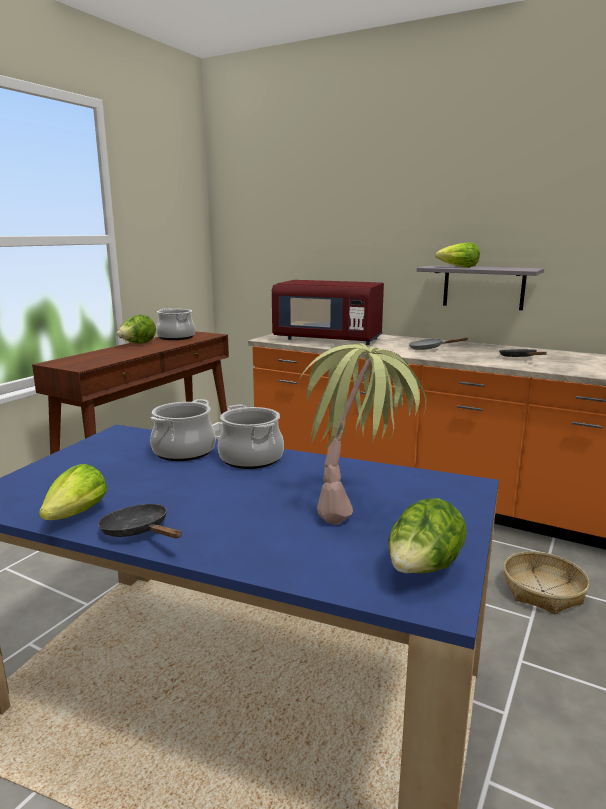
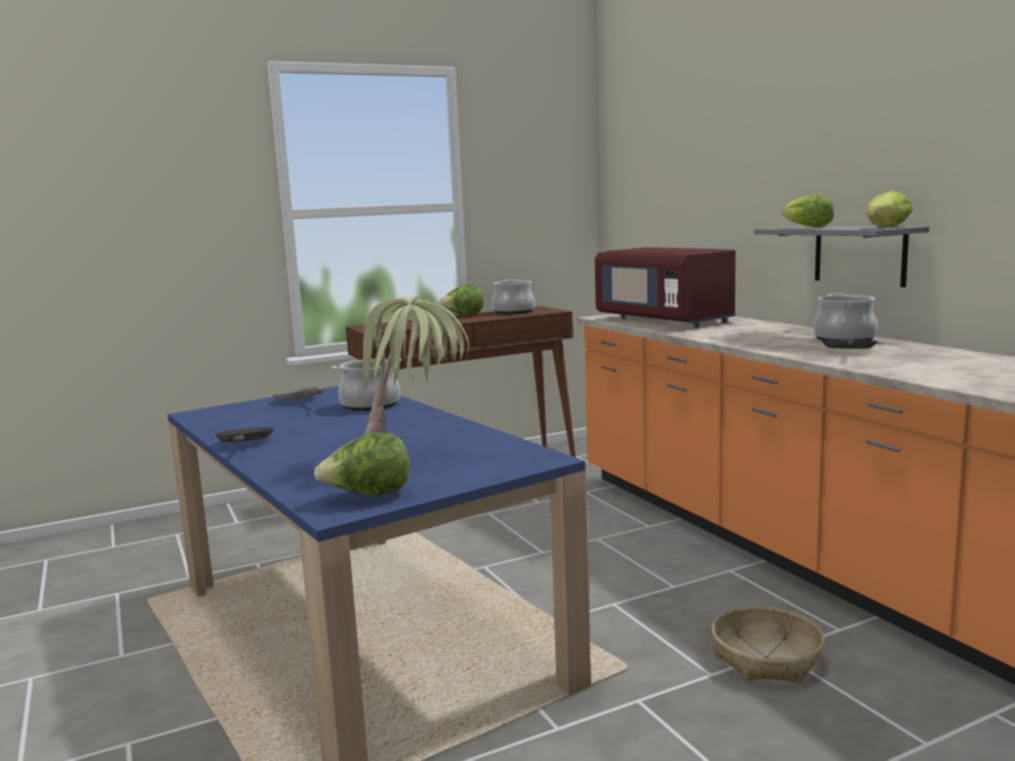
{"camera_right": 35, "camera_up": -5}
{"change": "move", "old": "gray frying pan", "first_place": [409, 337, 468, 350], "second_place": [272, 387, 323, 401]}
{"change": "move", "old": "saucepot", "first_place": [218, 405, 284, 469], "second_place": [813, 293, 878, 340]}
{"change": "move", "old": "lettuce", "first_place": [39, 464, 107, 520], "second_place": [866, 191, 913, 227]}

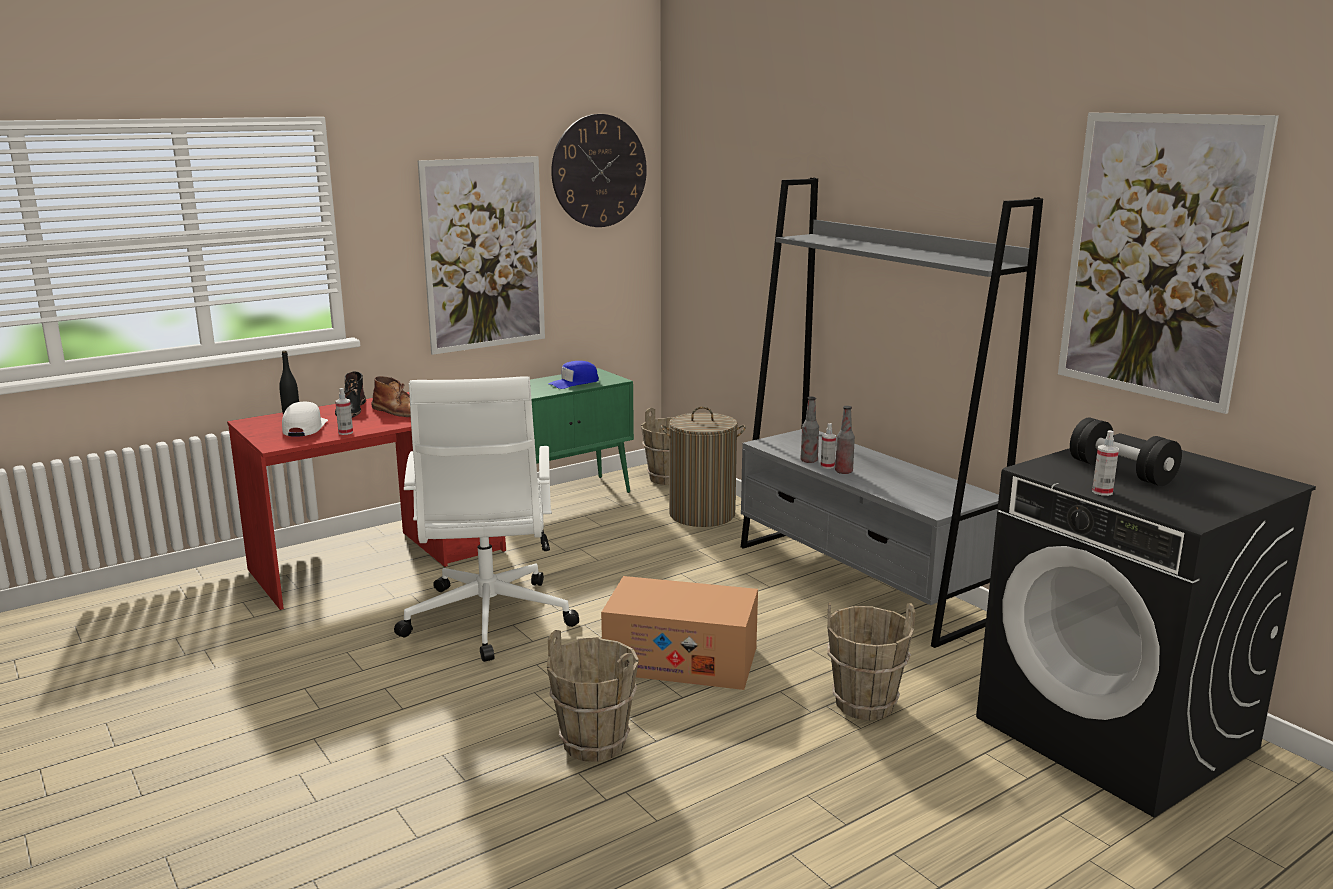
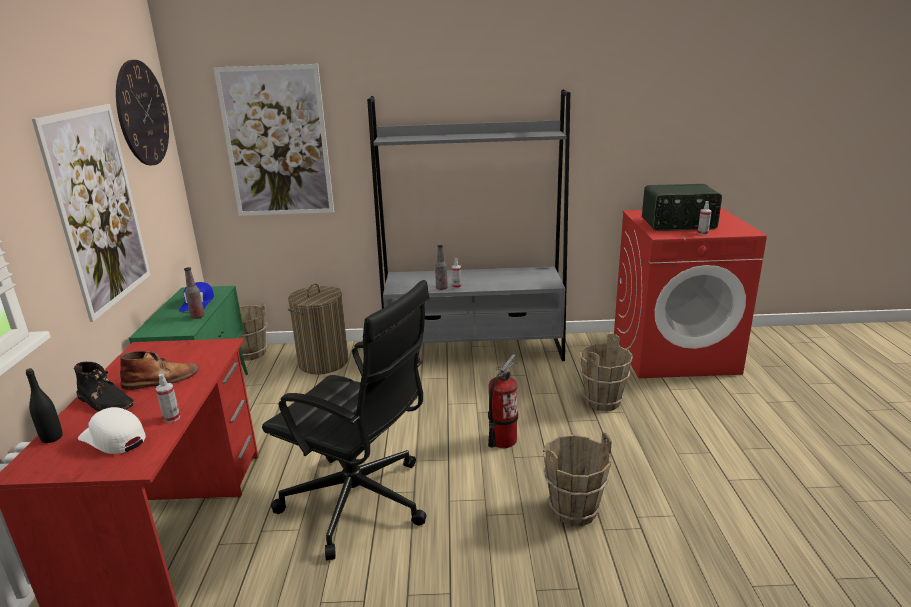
{"camera_right": -55, "camera_up": 5}
{"change": "move", "old": "wall picture", "first_place": [1058, 113, 1279, 414], "second_place": [213, 64, 334, 216]}
{"change": "recolor", "old": "whitish desk chair", "new": "black-coloured desk chair", "first_place": [394, 376, 579, 662], "second_place": [262, 280, 430, 560]}
{"change": "move", "old": "bottle", "first_place": [835, 406, 855, 474], "second_place": [184, 267, 205, 319]}
{"change": "replace", "old": "black-coloured free weight", "new": "radio receiver", "first_place": [1070, 418, 1182, 486], "second_place": [642, 184, 722, 231]}
{"change": "recolor", "old": "black-coloured laundry machine", "new": "red-coloured laundry machine", "first_place": [976, 433, 1316, 817], "second_place": [614, 208, 767, 378]}
{"change": "replace", "old": "cardboard box", "new": "fire-fighting cylinder", "first_place": [601, 576, 758, 690], "second_place": [488, 354, 518, 448]}

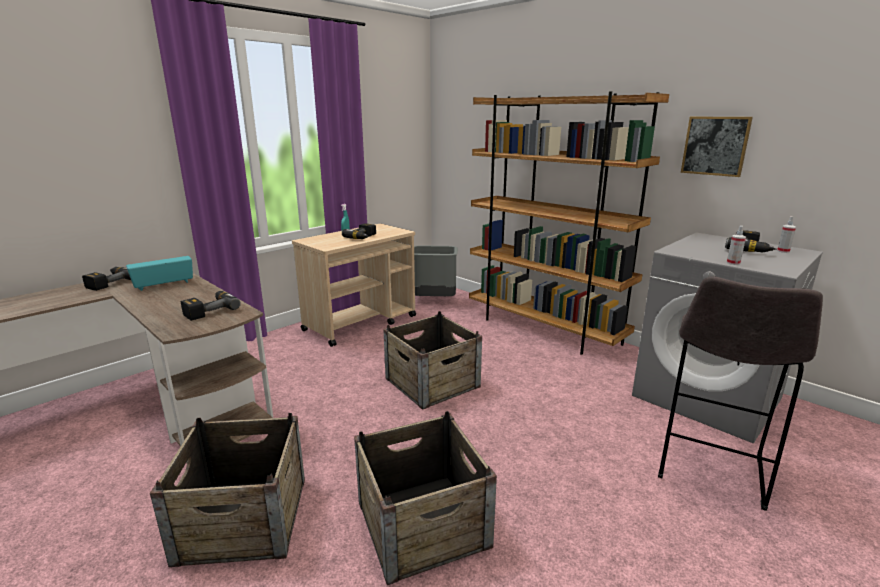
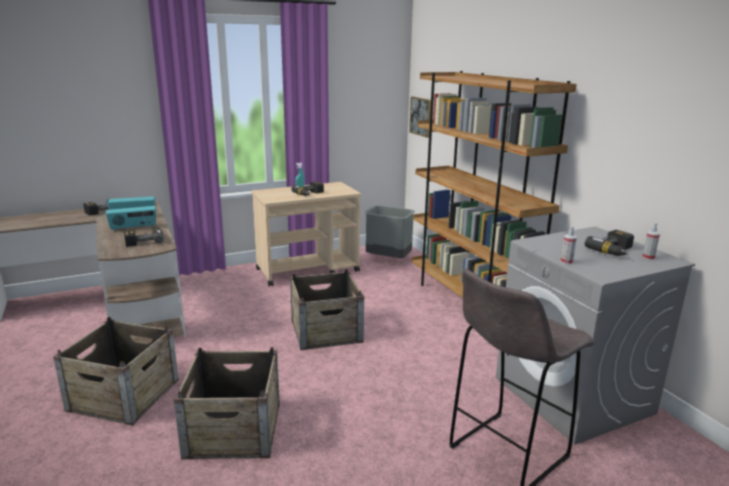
{"camera_right": 20, "camera_up": 0}
{"change": "move", "old": "wall picture", "first_place": [681, 117, 753, 177], "second_place": [409, 97, 431, 138]}
{"change": "insert", "new": "radio receiver", "second_place": [106, 206, 156, 232]}

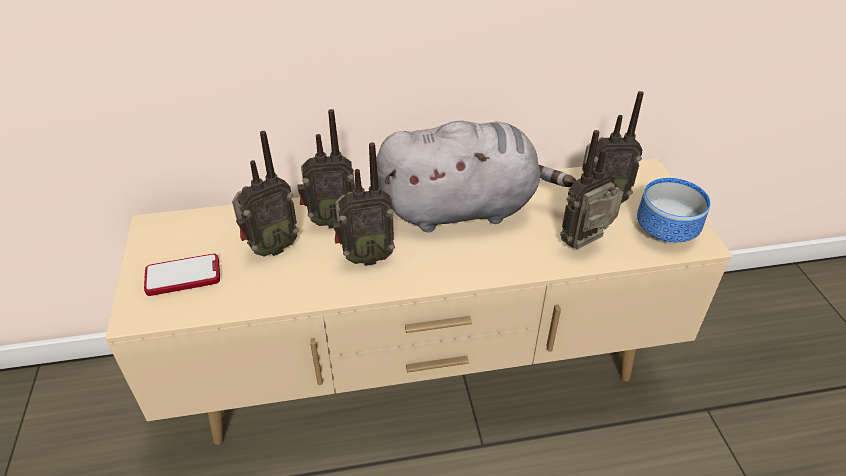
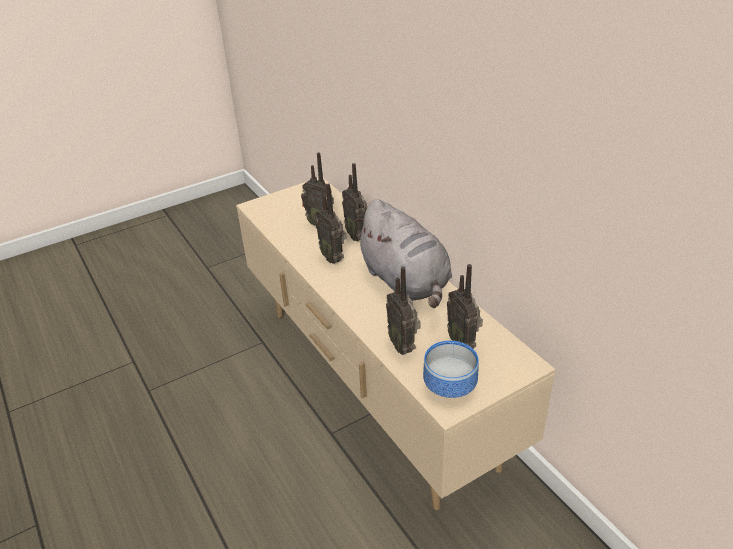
{"camera_right": 70, "camera_up": -5}
{"change": "rotate", "old": "radio receiver", "first_place": [560, 130, 624, 249], "second_place": [386, 266, 421, 355], "degrees": -150}
{"change": "delete", "old": "telephone", "first_place": [144, 254, 220, 296]}

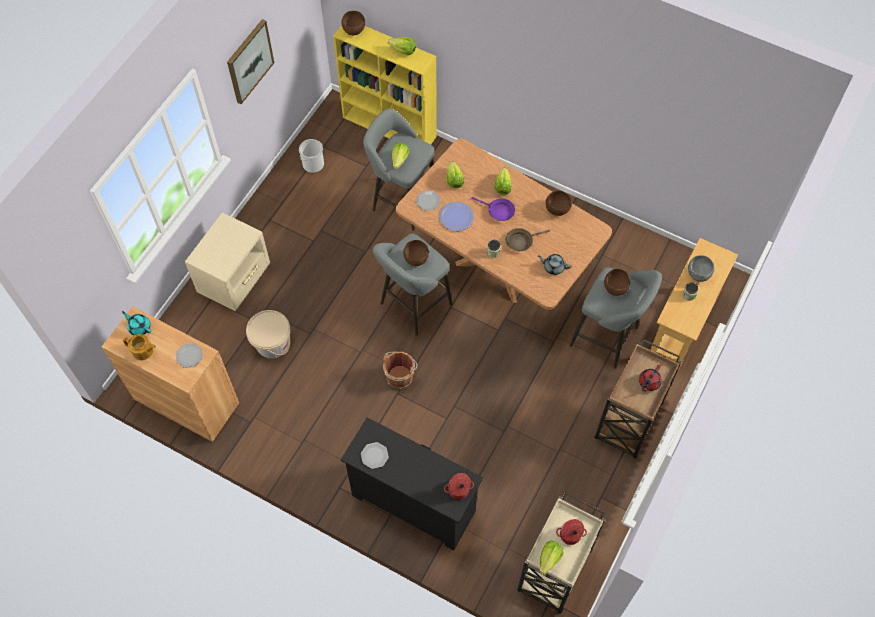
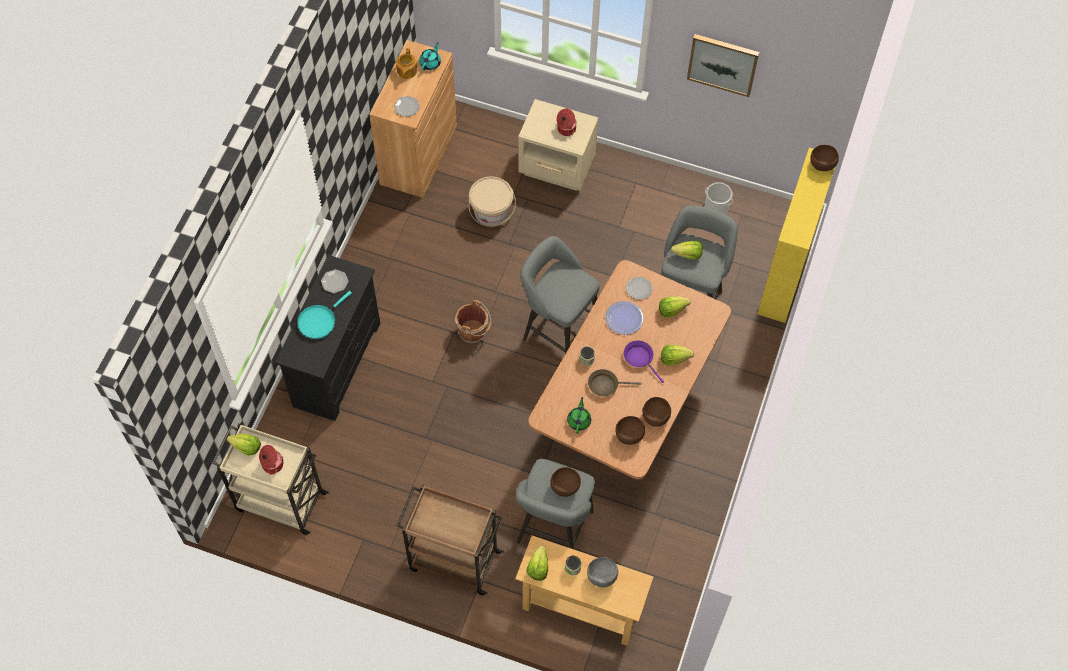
{"camera_right": 80, "camera_up": 0}
{"change": "move", "old": "lettuce", "first_place": [388, 37, 416, 55], "second_place": [526, 545, 548, 581]}
{"change": "rotate", "old": "purplish frying pan", "first_place": [472, 197, 515, 221], "second_place": [624, 340, 664, 383], "degrees": 120}
{"change": "rotate", "old": "brown frying pan", "first_place": [506, 228, 550, 251], "second_place": [588, 369, 641, 396], "degrees": -60}
{"change": "move", "old": "brown deep dish", "first_place": [403, 240, 429, 266], "second_place": [616, 416, 645, 445]}
{"change": "recolor", "old": "gray pot for tea", "new": "green-coloured pot for tea", "first_place": [538, 254, 571, 275], "second_place": [567, 397, 591, 434]}
{"change": "delete", "old": "red-coloured pot for tea", "first_place": [639, 365, 662, 391]}
{"change": "move", "old": "saucepot", "first_place": [444, 473, 474, 499], "second_place": [557, 109, 577, 136]}
{"change": "insert", "new": "turquoise-coloured frying pan", "second_place": [297, 291, 352, 339]}

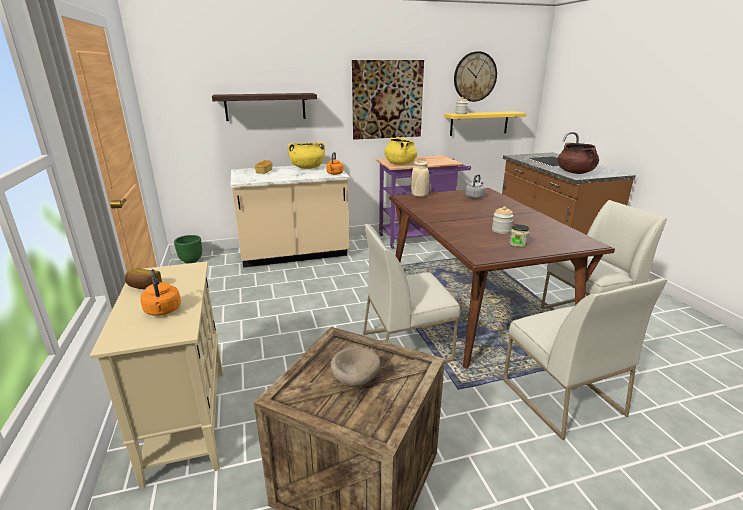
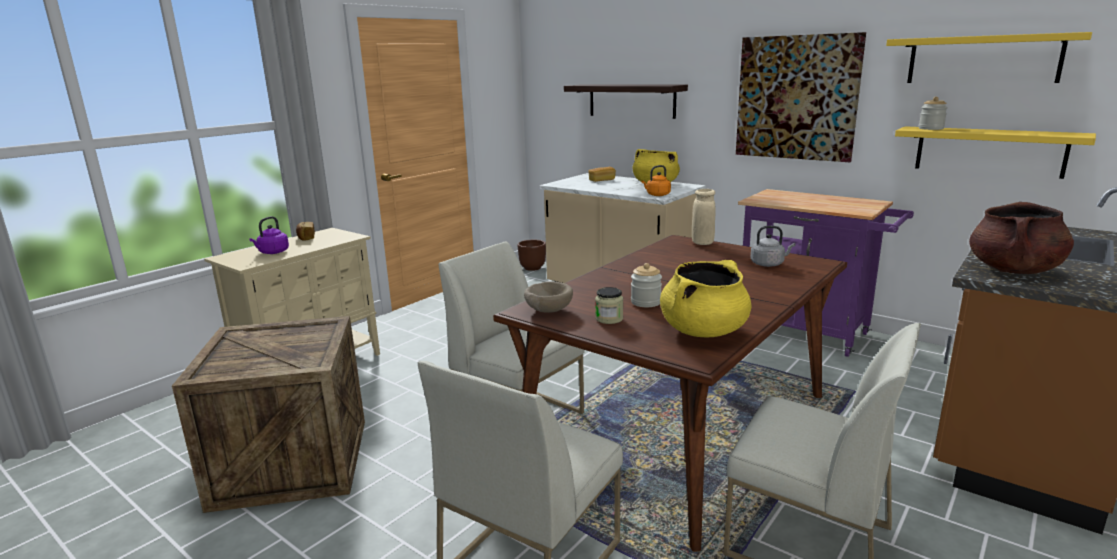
{"camera_right": 55, "camera_up": -5}
{"change": "replace", "old": "clock on the wall", "new": "yellow bracket shelf", "first_place": [454, 51, 497, 102], "second_place": [886, 32, 1092, 83]}
{"change": "move", "old": "yellow saucepot", "first_place": [384, 137, 417, 165], "second_place": [660, 260, 751, 337]}
{"change": "recolor", "old": "green-coloured plant pot", "new": "brown plant pot", "first_place": [174, 235, 202, 263], "second_place": [518, 240, 546, 271]}
{"change": "recolor", "old": "orangey tea kettle", "new": "purplish tea kettle", "first_place": [140, 269, 181, 316], "second_place": [249, 216, 289, 254]}
{"change": "move", "old": "beige deep dish", "first_place": [331, 347, 380, 386], "second_place": [524, 281, 573, 313]}

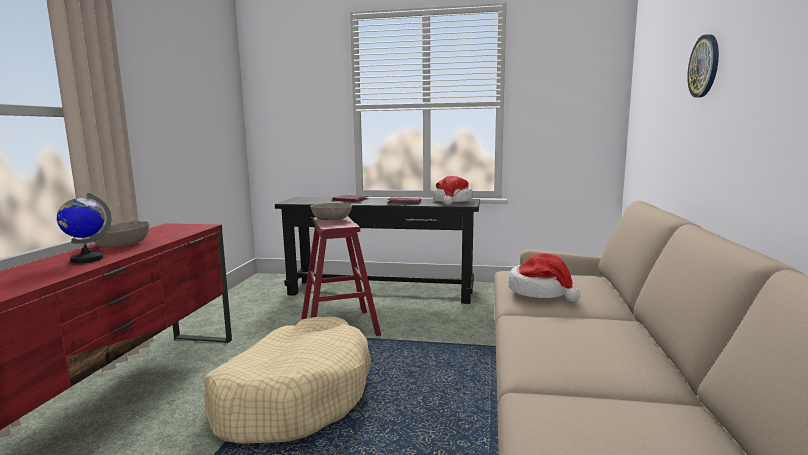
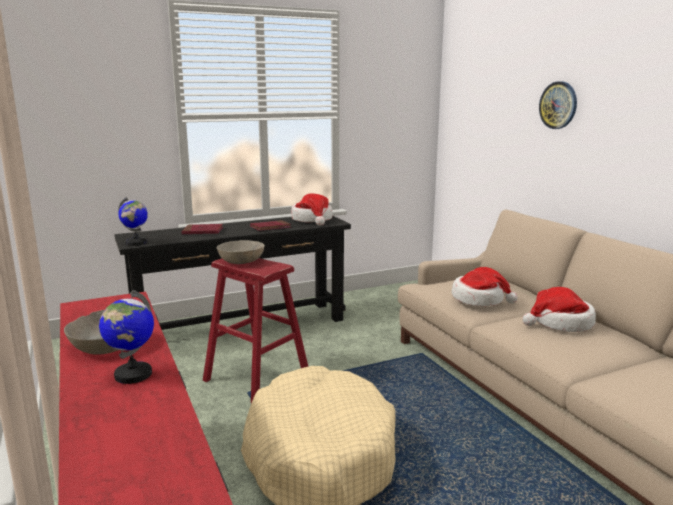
{"camera_right": -35, "camera_up": 5}
{"change": "insert", "new": "world globe", "second_place": [118, 197, 148, 246]}
{"change": "insert", "new": "hat", "second_place": [523, 287, 596, 332]}

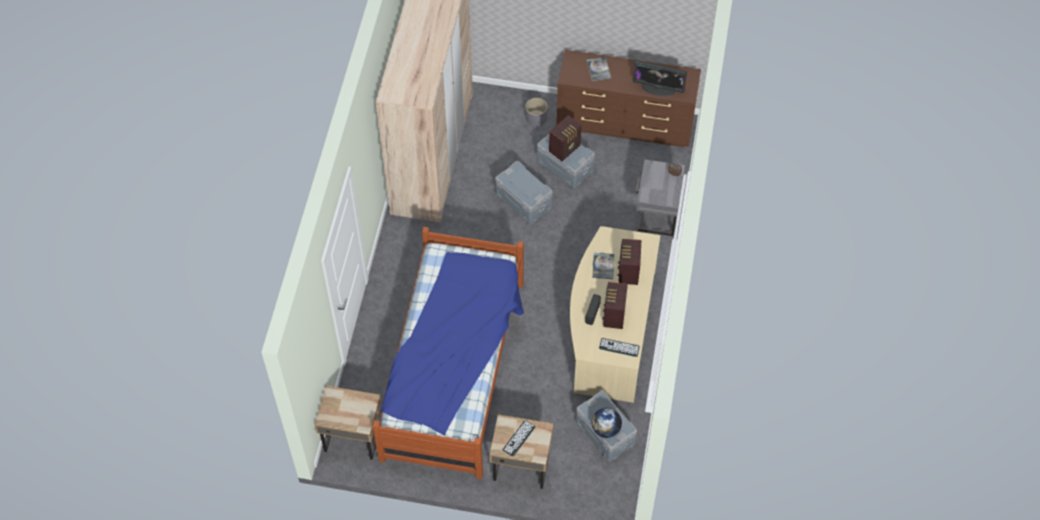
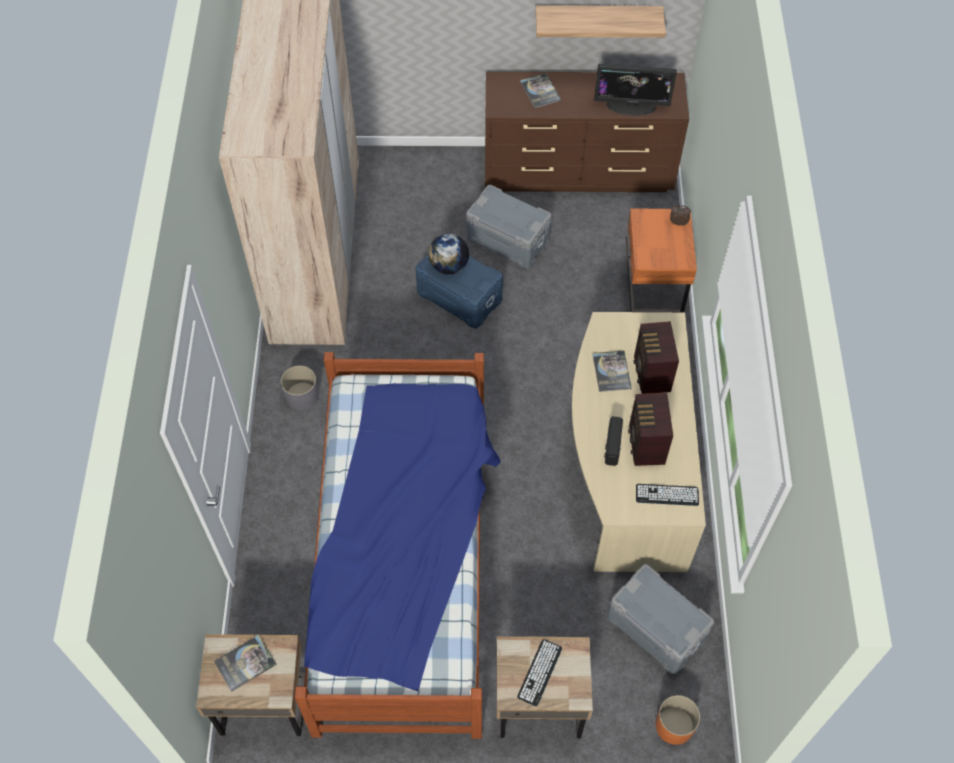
{"camera_right": -10, "camera_up": 0}
{"change": "move", "old": "gray plant pot", "first_place": [525, 98, 547, 127], "second_place": [281, 366, 319, 410]}
{"change": "delete", "old": "radio receiver", "first_place": [549, 115, 582, 161]}
{"change": "recolor", "old": "gray nightstand", "new": "orangey nightstand", "first_place": [636, 159, 685, 236], "second_place": [626, 208, 697, 312]}
{"change": "recolor", "old": "gray storage bin", "new": "bluish storage bin", "first_place": [495, 161, 553, 224], "second_place": [416, 254, 503, 328]}
{"change": "move", "old": "world globe", "first_place": [592, 408, 622, 438], "second_place": [429, 234, 469, 275]}
{"change": "insert", "new": "bracket shelf", "second_place": [536, 5, 666, 38]}
{"change": "insert", "new": "bound book", "second_place": [214, 635, 277, 692]}
{"change": "insert", "new": "orangey plant pot", "second_place": [656, 695, 700, 745]}

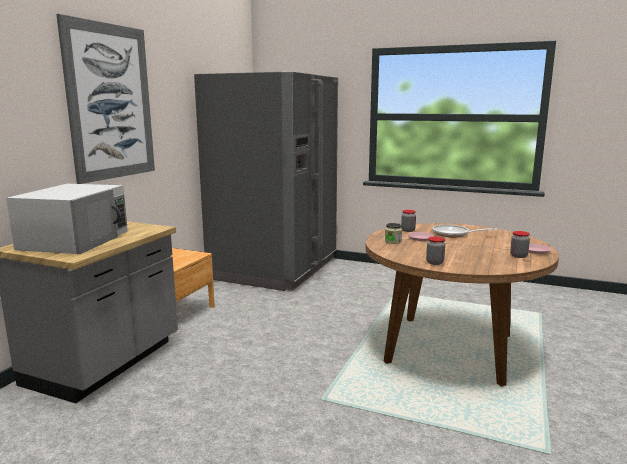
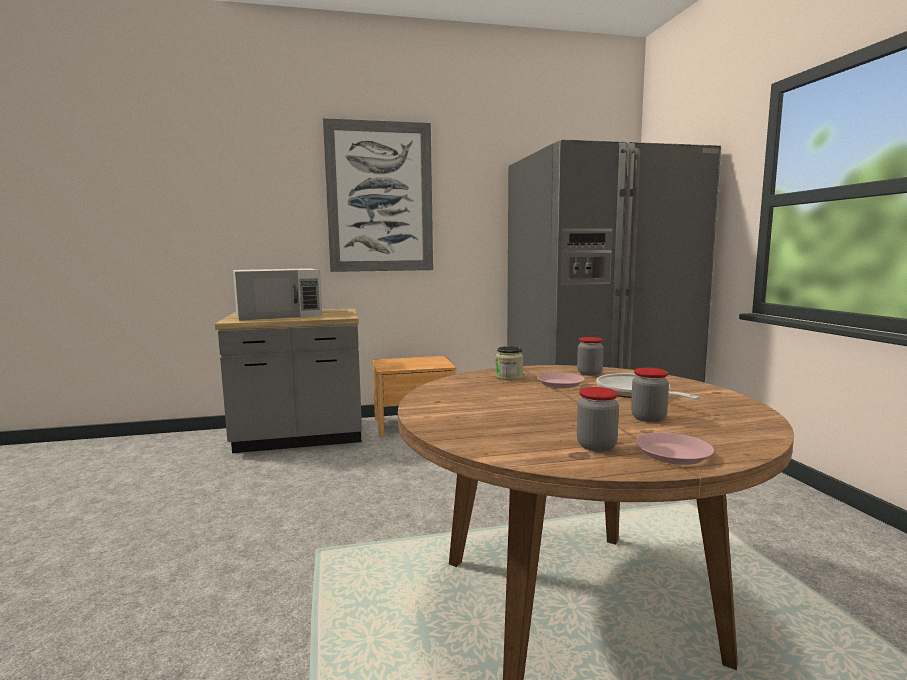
{"camera_right": 55, "camera_up": -5}
{"change": "move", "old": "jar", "first_place": [426, 237, 445, 265], "second_place": [631, 368, 669, 422]}

